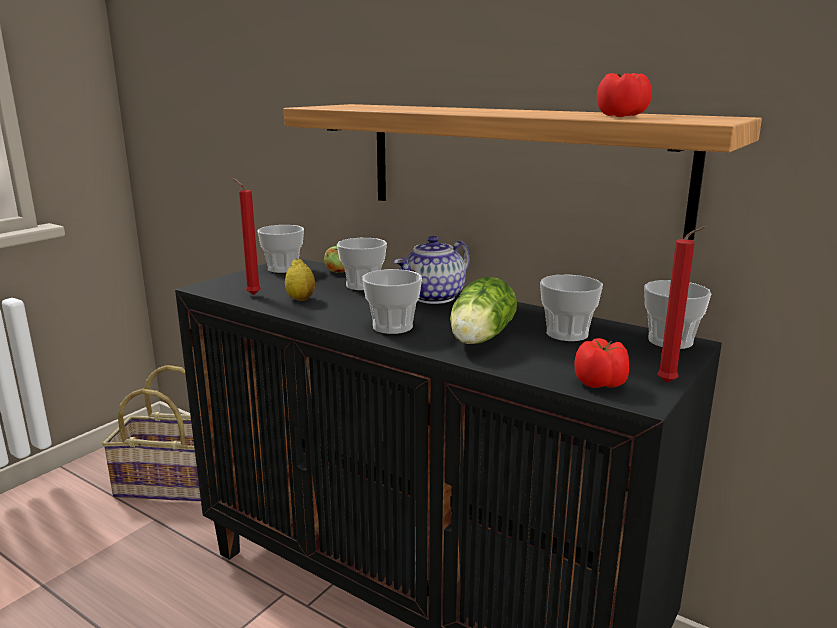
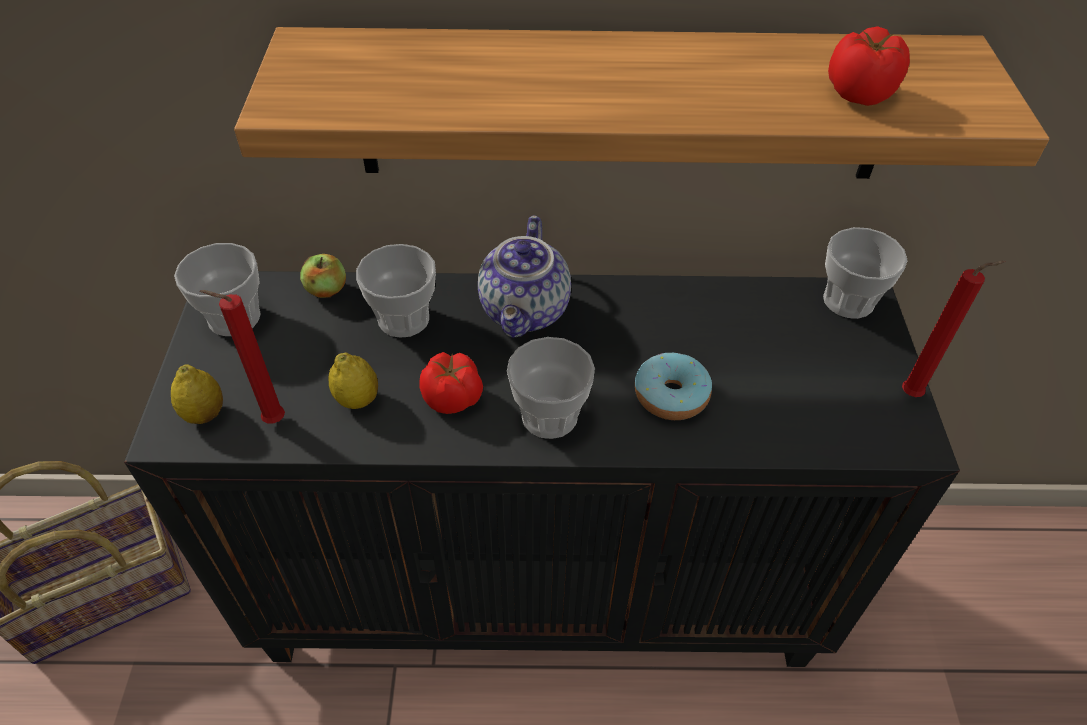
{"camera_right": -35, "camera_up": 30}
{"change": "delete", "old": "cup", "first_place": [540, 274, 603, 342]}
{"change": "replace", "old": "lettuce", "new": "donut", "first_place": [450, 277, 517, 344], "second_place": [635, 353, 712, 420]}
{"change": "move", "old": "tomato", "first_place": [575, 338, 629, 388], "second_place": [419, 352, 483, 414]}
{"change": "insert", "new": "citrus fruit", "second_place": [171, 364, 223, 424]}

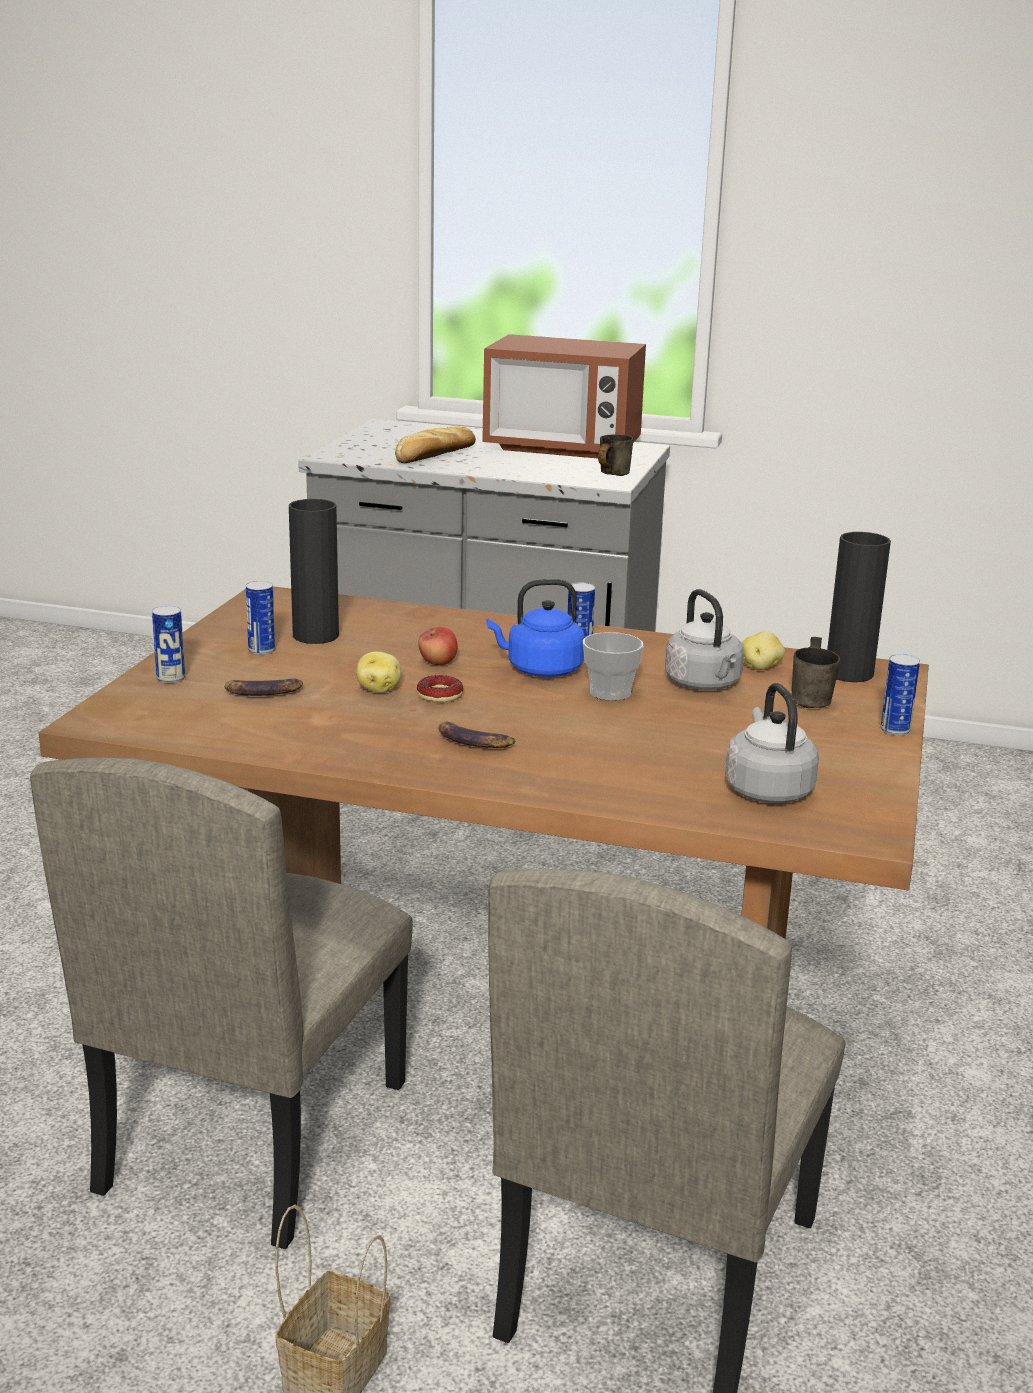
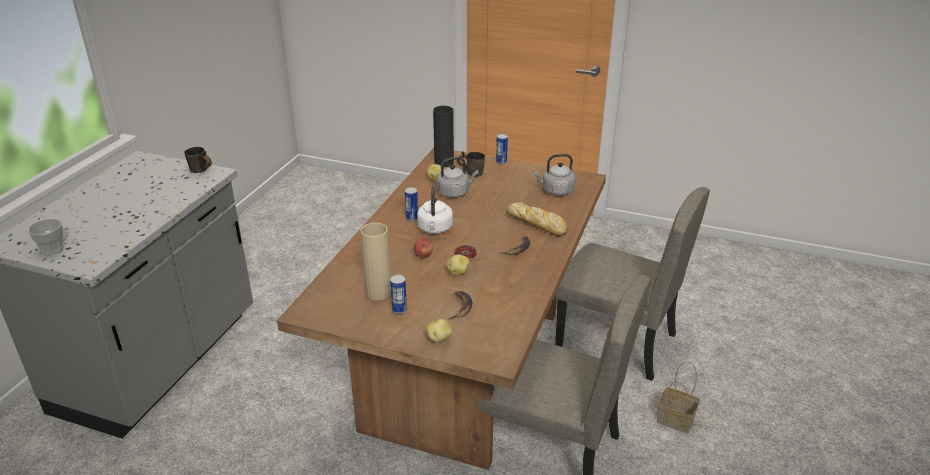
{"camera_right": -85, "camera_up": 10}
{"change": "delete", "old": "microwave oven", "first_place": [482, 334, 646, 458]}
{"change": "move", "old": "bakery bread", "first_place": [395, 425, 476, 463], "second_place": [507, 202, 568, 236]}
{"change": "recolor", "old": "black-coloured vase", "new": "beige vase", "first_place": [289, 499, 339, 644], "second_place": [361, 223, 391, 301]}
{"change": "recolor", "old": "bluish tea kettle", "new": "whitish tea kettle", "first_place": [486, 579, 585, 677], "second_place": [417, 186, 453, 234]}
{"change": "replace", "old": "metal can", "new": "whole potato", "first_place": [152, 605, 185, 683], "second_place": [426, 319, 452, 343]}
{"change": "move", "old": "cup", "first_place": [583, 632, 643, 701], "second_place": [27, 219, 64, 256]}

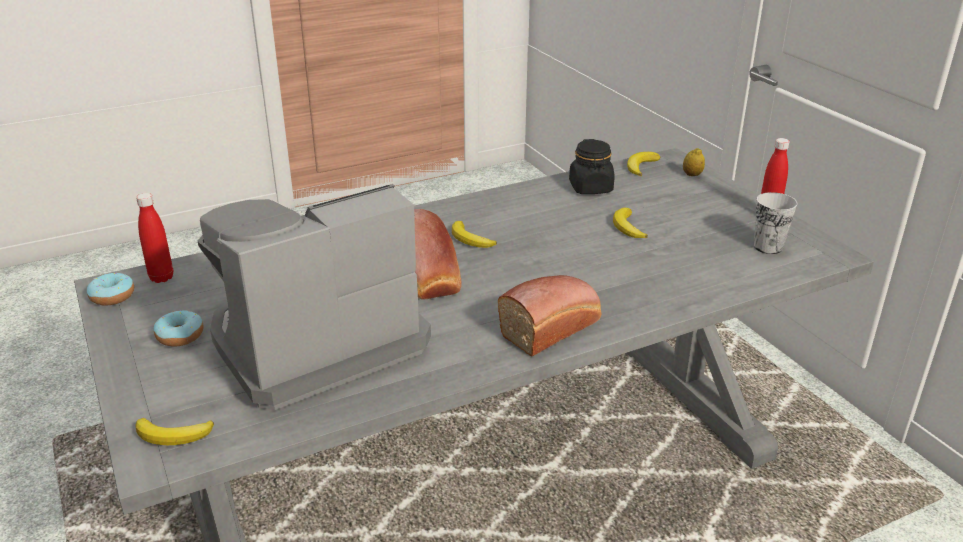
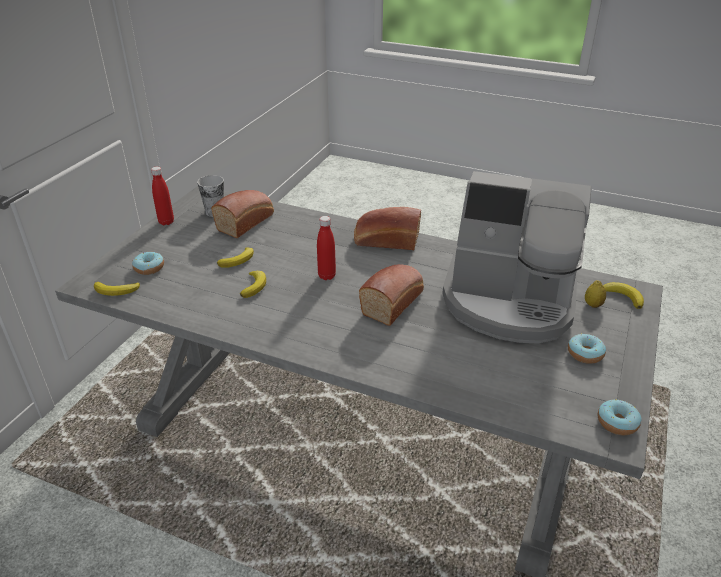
{"camera_right": -130, "camera_up": 5}
{"change": "delete", "old": "black-coloured jar", "first_place": [569, 139, 614, 194]}
{"change": "move", "old": "citrus fruit", "first_place": [683, 148, 705, 176], "second_place": [585, 280, 606, 308]}
{"change": "move", "old": "red-coloured bottle", "first_place": [136, 193, 173, 283], "second_place": [317, 216, 336, 280]}
{"change": "move", "old": "whole banana", "first_place": [452, 221, 497, 248], "second_place": [240, 271, 266, 298]}
{"change": "insert", "new": "bakery bread", "second_place": [211, 190, 274, 238]}
{"change": "insert", "new": "donut", "second_place": [132, 252, 164, 275]}

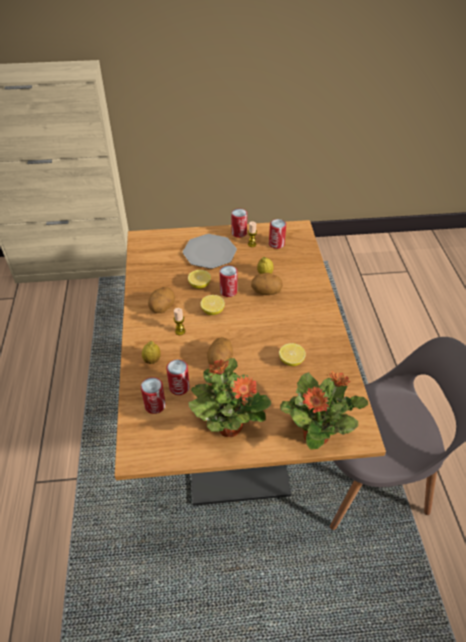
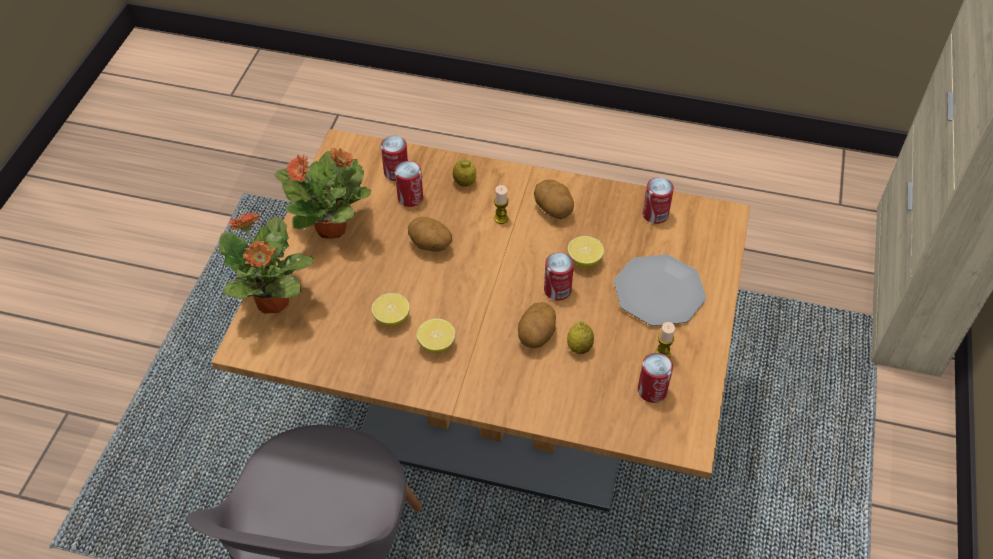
{"camera_right": 110, "camera_up": 5}
{"change": "move", "old": "metal can", "first_place": [231, 208, 247, 238], "second_place": [643, 177, 674, 224]}
{"change": "move", "old": "citrus fruit", "first_place": [200, 295, 225, 315], "second_place": [417, 318, 455, 353]}

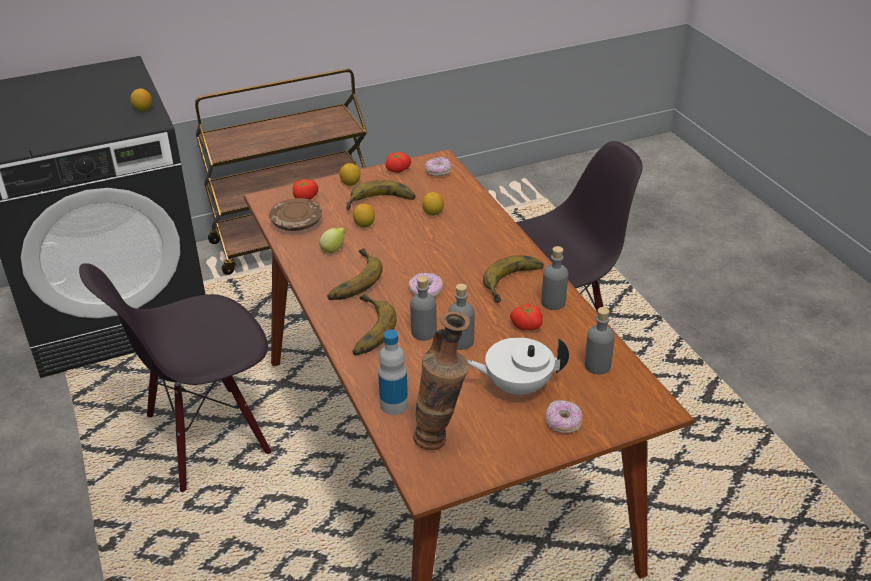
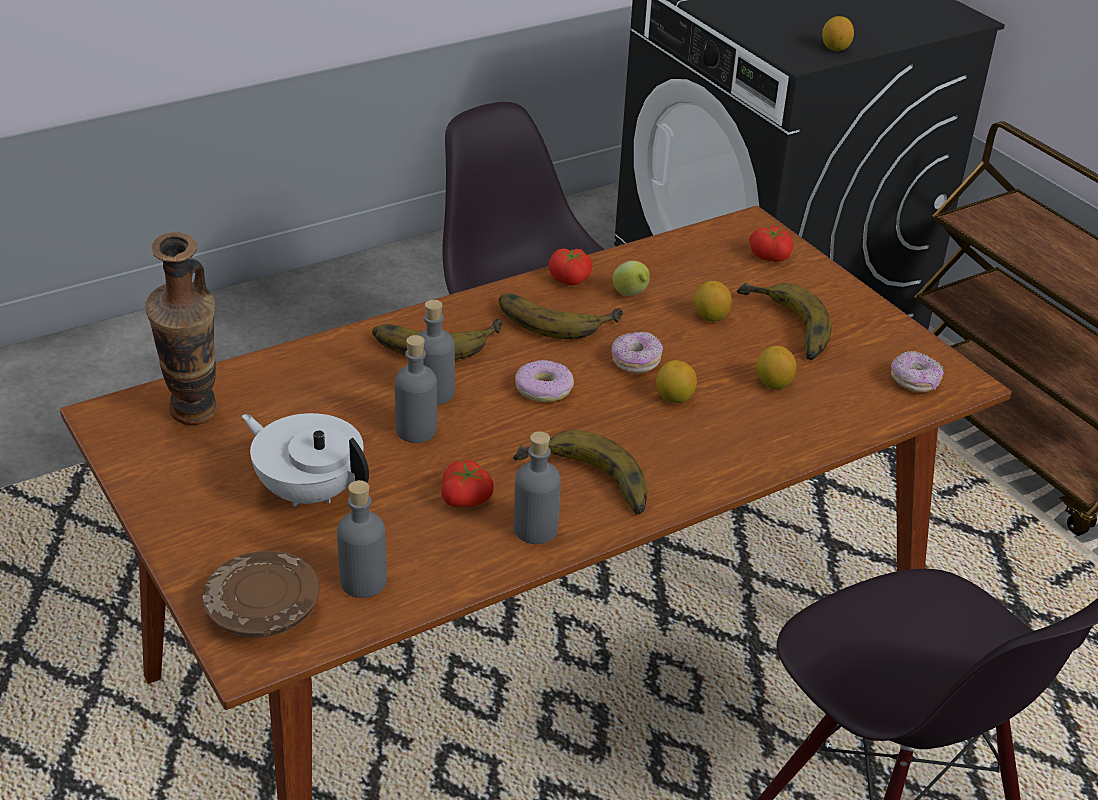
{"camera_right": 80, "camera_up": 0}
{"change": "move", "old": "tomato", "first_place": [386, 152, 411, 173], "second_place": [548, 249, 592, 285]}
{"change": "move", "old": "citrus fruit", "first_place": [340, 163, 360, 186], "second_place": [656, 360, 697, 403]}
{"change": "move", "old": "brown flat dish", "first_place": [269, 198, 322, 231], "second_place": [202, 551, 319, 638]}
{"change": "delete", "old": "bottle", "first_place": [378, 330, 408, 415]}
{"change": "rotate", "old": "whitish pot for tea", "first_place": [467, 337, 569, 398], "second_place": [242, 413, 369, 507], "degrees": -45}
{"change": "move", "old": "donut", "first_place": [545, 400, 582, 433], "second_place": [611, 332, 663, 374]}

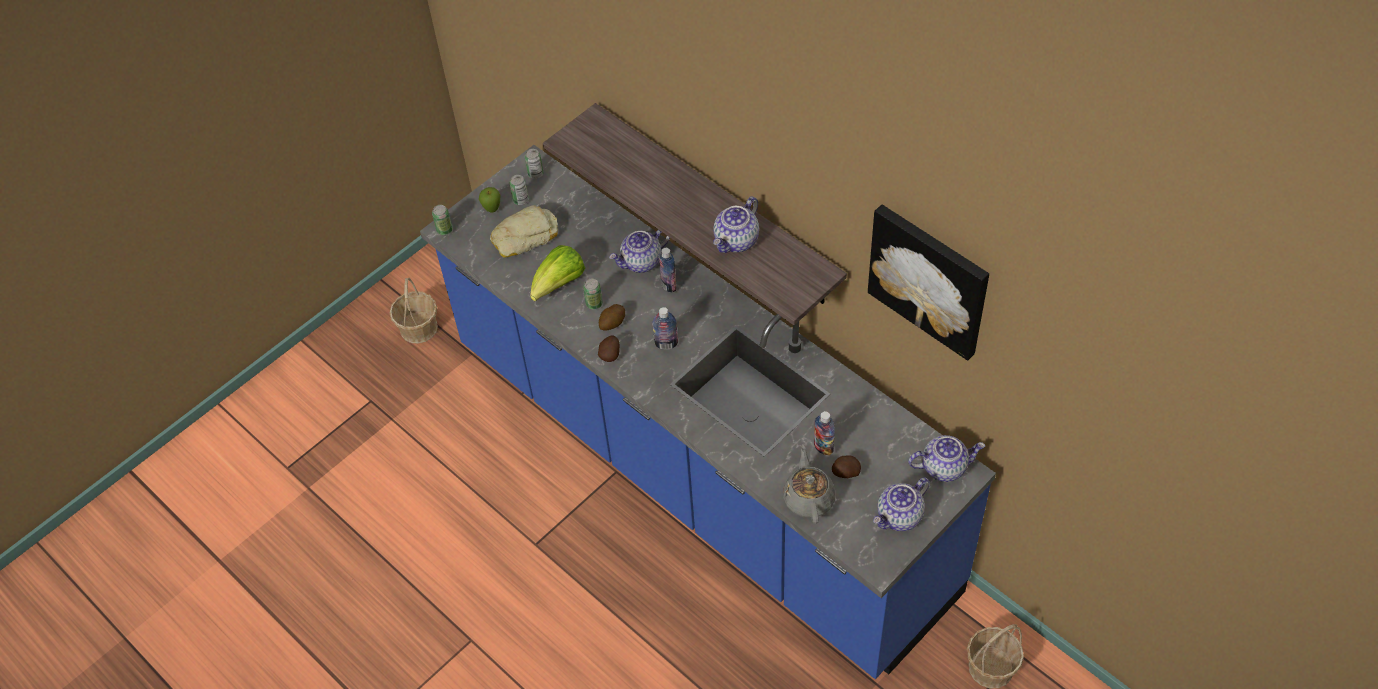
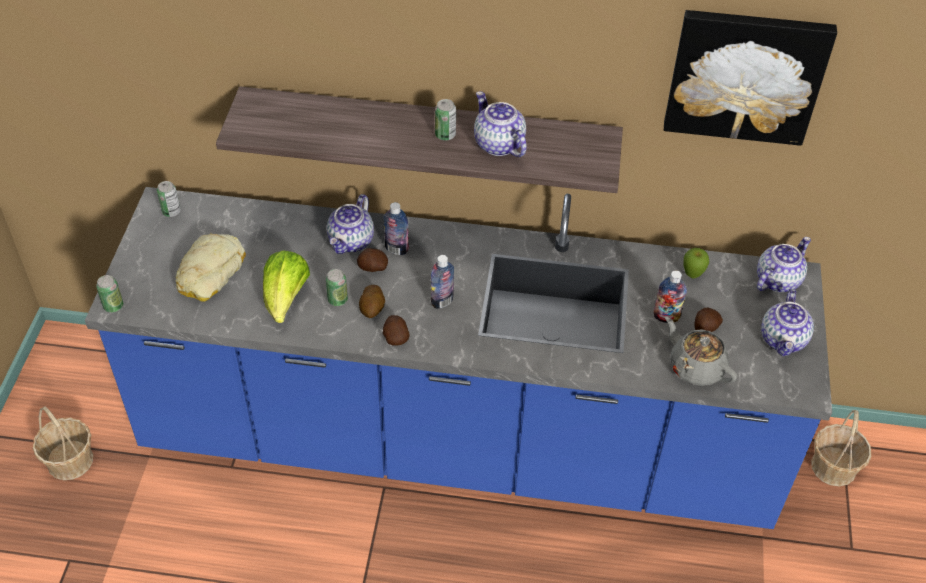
{"camera_right": -40, "camera_up": -5}
{"change": "move", "old": "metal can", "first_place": [509, 175, 529, 205], "second_place": [435, 99, 456, 141]}
{"change": "move", "old": "apple fruit", "first_place": [479, 187, 500, 213], "second_place": [684, 248, 709, 279]}
{"change": "rotate", "old": "pot for tea", "first_place": [713, 197, 759, 253], "second_place": [474, 91, 527, 157], "degrees": 150}
{"change": "insert", "new": "whole potato", "second_place": [357, 248, 388, 272]}

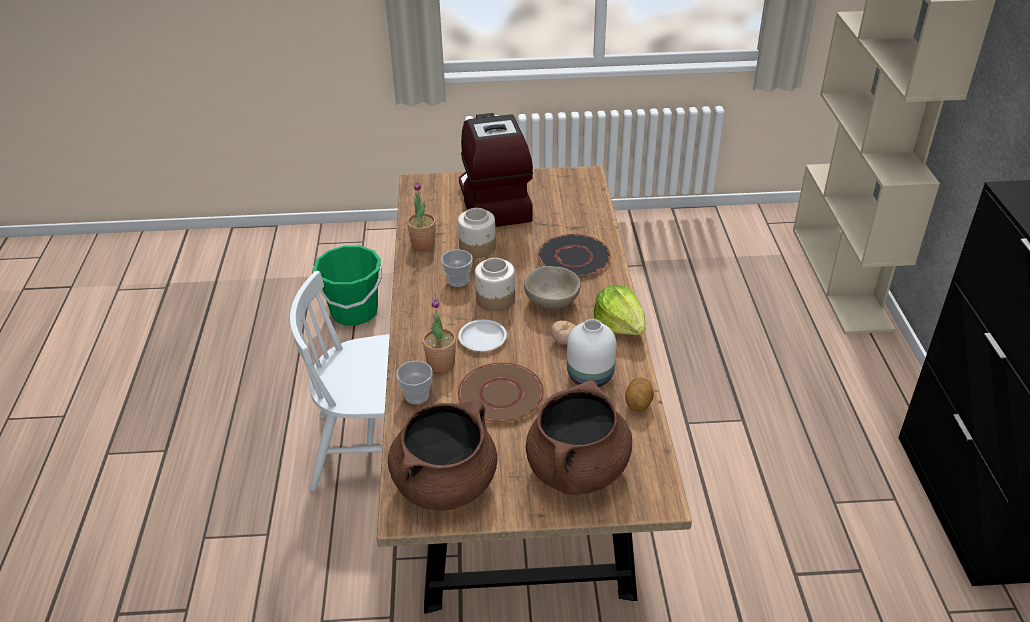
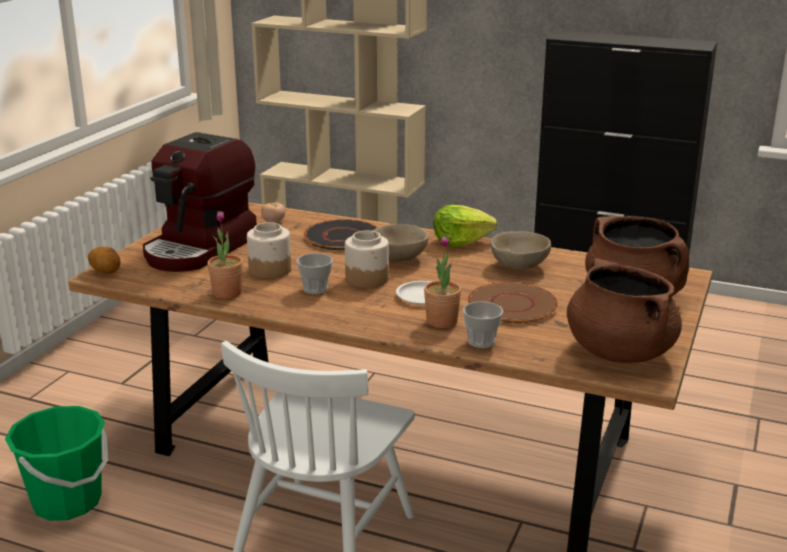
{"camera_right": -65, "camera_up": -15}
{"change": "rotate", "old": "coffee maker", "first_place": [459, 113, 533, 227], "second_place": [143, 132, 257, 272], "degrees": -75}
{"change": "replace", "old": "whitish vase", "new": "beige deep dish", "first_place": [567, 319, 616, 387], "second_place": [490, 231, 551, 270]}
{"change": "move", "old": "tomato", "first_place": [551, 321, 576, 345], "second_place": [261, 202, 286, 223]}
{"change": "move", "old": "whole potato", "first_place": [625, 377, 654, 412], "second_place": [88, 247, 121, 274]}

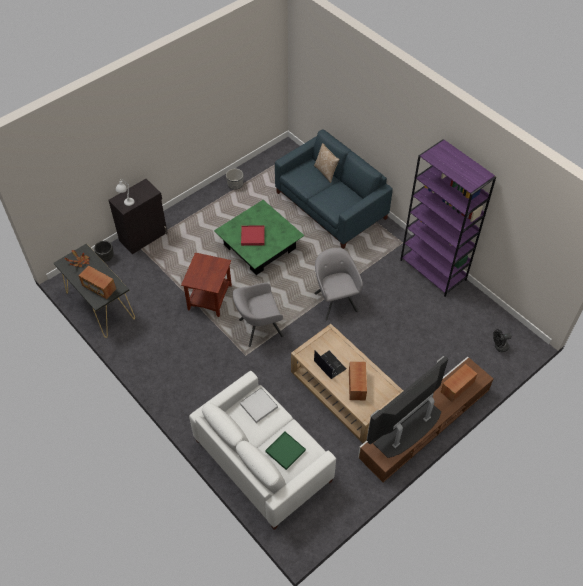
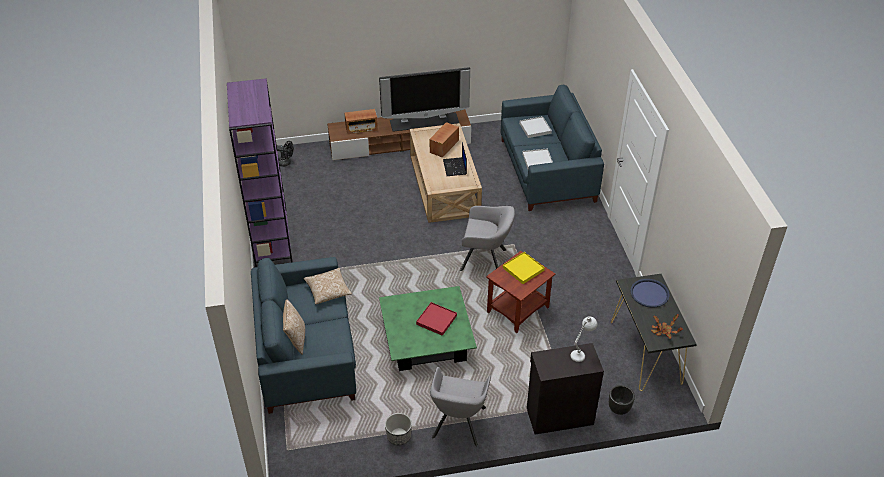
{"camera_right": -150, "camera_up": -10}
{"change": "move", "old": "gray armchair", "first_place": [314, 248, 363, 321], "second_place": [430, 367, 491, 446]}
{"change": "replace", "old": "radio receiver", "new": "bluish serving tray", "first_place": [78, 265, 116, 299], "second_place": [631, 279, 670, 307]}
{"change": "recolor", "old": "whitish sofa", "new": "bluish sofa", "first_place": [189, 371, 336, 530], "second_place": [501, 85, 604, 211]}
{"change": "recolor", "old": "green-coloured serving tray", "new": "whitish serving tray", "first_place": [265, 432, 306, 470], "second_place": [519, 116, 552, 138]}
{"change": "insert", "new": "yellow serving tray", "second_place": [503, 252, 545, 284]}
{"change": "insert", "new": "throw pillow", "second_place": [304, 268, 352, 305]}

